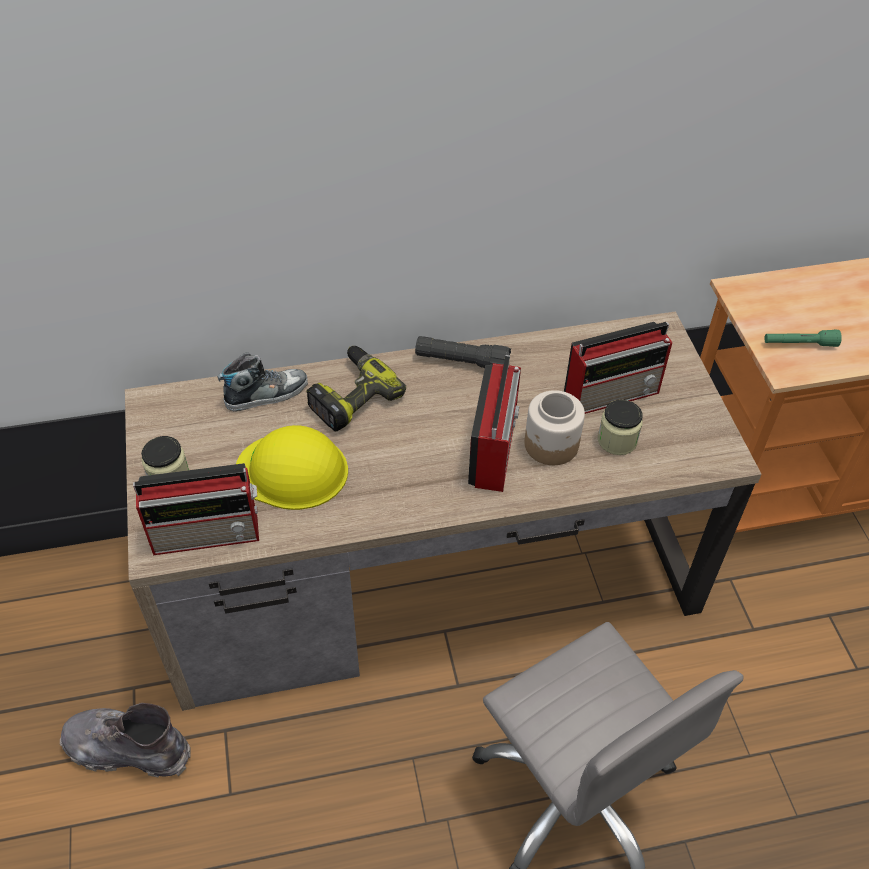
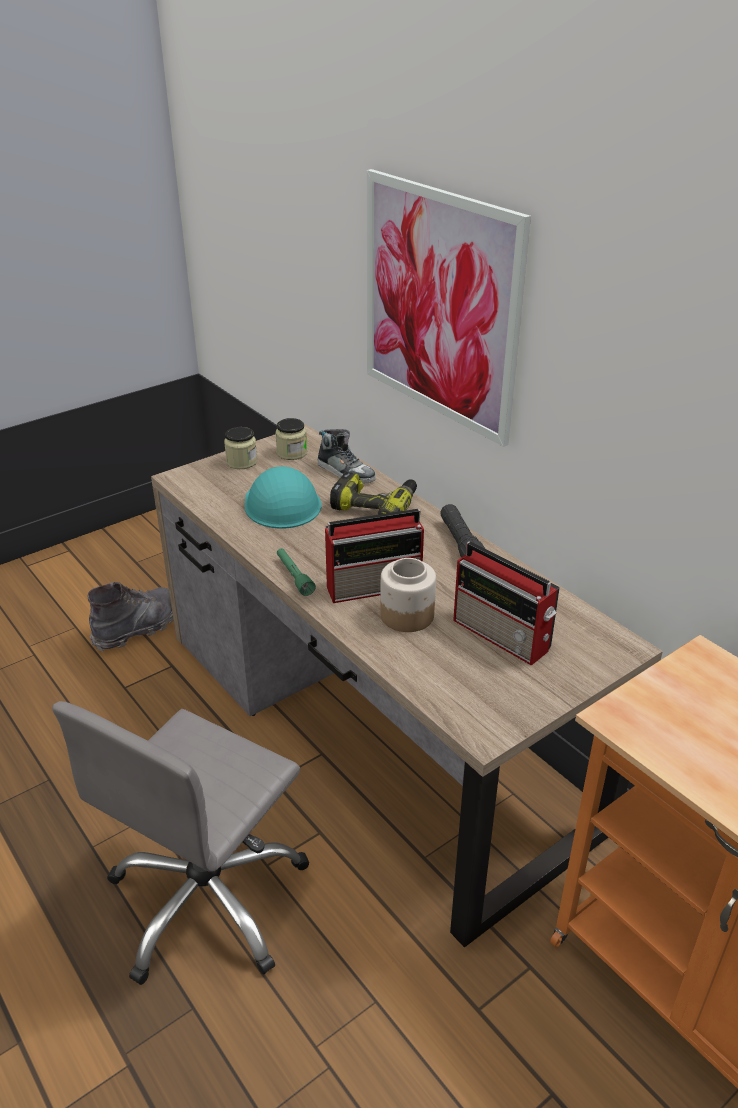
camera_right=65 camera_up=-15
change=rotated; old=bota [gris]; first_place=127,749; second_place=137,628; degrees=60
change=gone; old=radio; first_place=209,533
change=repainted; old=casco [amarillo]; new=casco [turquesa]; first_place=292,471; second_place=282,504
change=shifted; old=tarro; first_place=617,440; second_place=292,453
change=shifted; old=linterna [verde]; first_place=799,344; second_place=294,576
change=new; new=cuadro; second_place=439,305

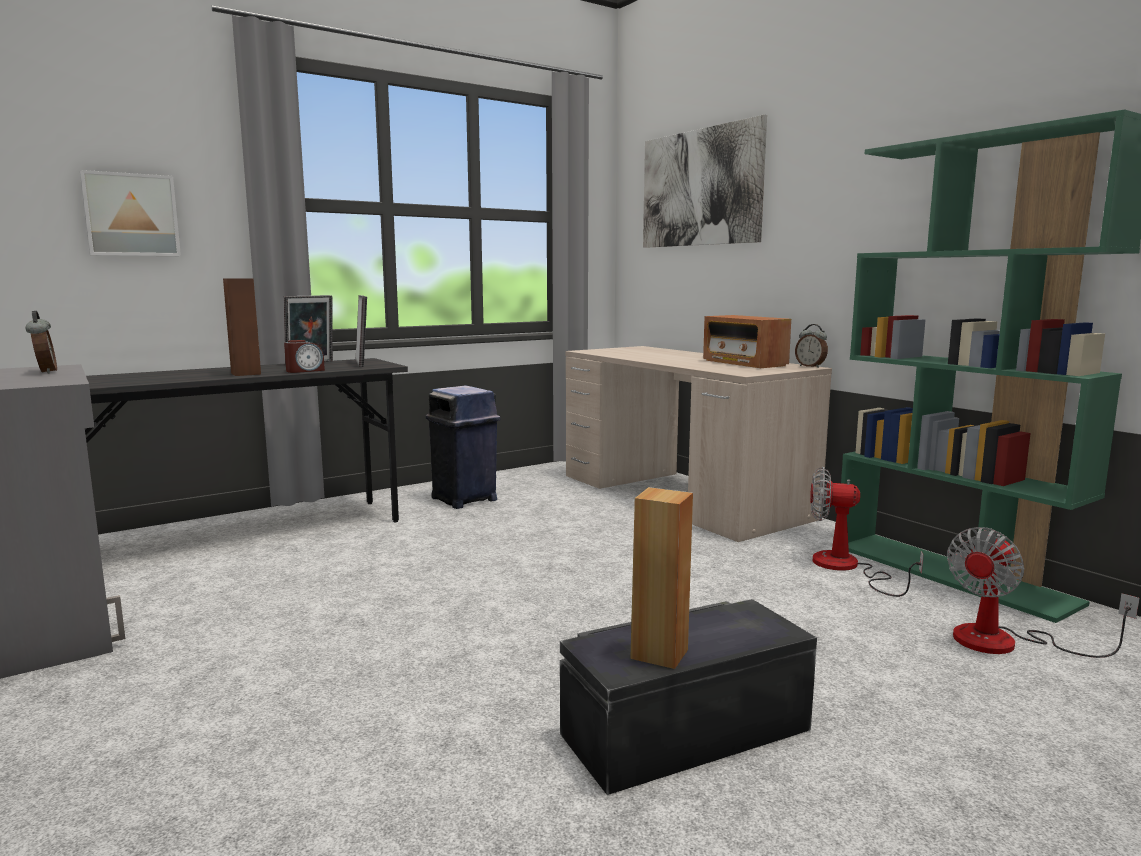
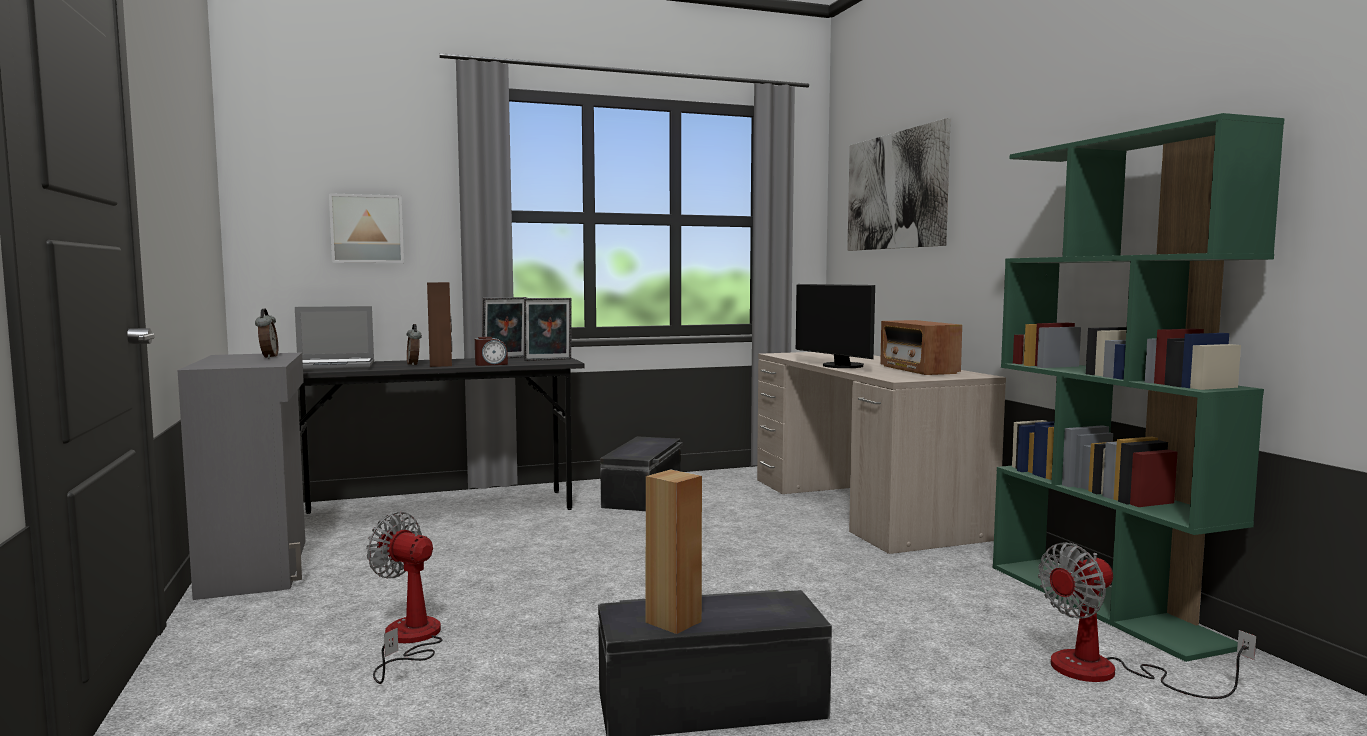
camera_right=15 camera_up=-5
change=rotated; old=portarretratos; first_place=363,364; second_place=548,360; degrees=75
change=swapped; old=papelera [azul]; new=caja de almacenaje [negro]; first_place=464,499; second_place=644,495
change=shifted; old=despertador; first_place=810,366; second_place=414,365
change=shifted; old=ventilador; first_place=847,568; second_place=409,641
change=new; new=portátil; second_place=334,367
change=new; new=monitor; second_place=839,366

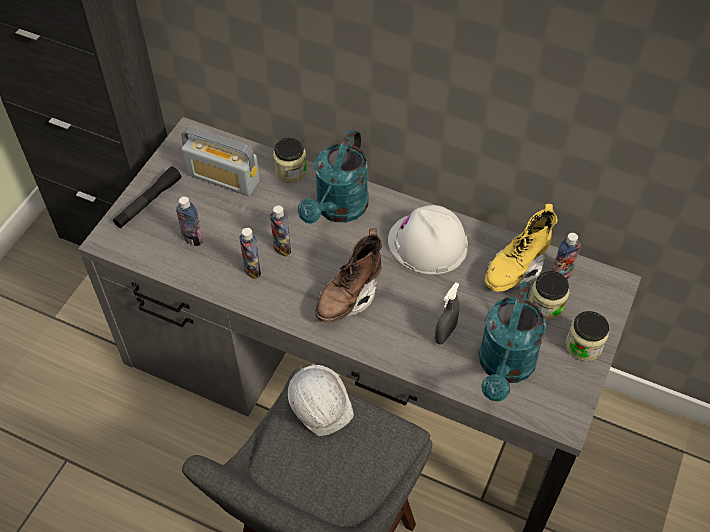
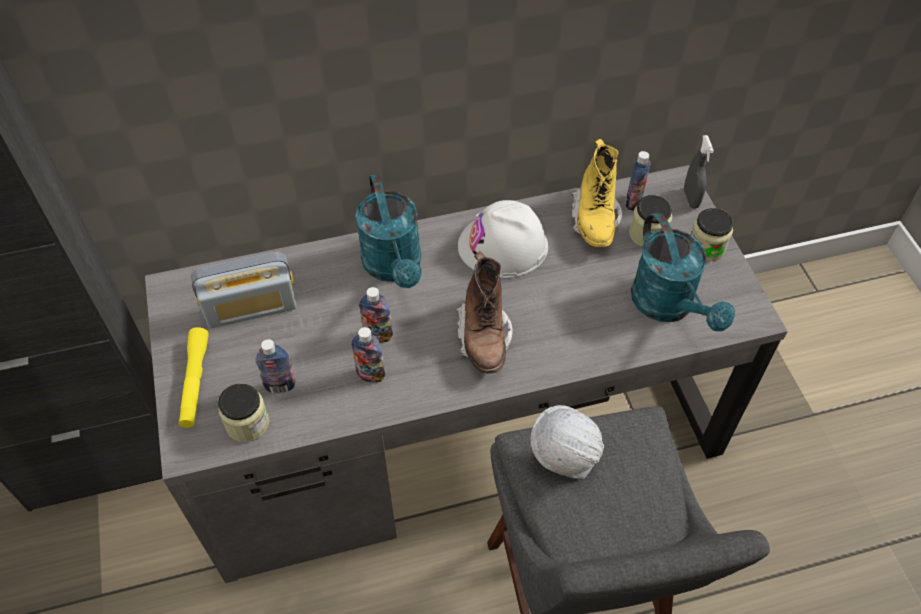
camera_right=-40 camera_up=0
change=repainted; old=linterna [negro]; new=linterna [amarillo]; first_place=148,202; second_place=195,382
change=shifted; old=tarro; first_place=290,171; second_place=247,423
change=shifted; old=pulverizador [gris]; first_place=445,334; second_place=691,198

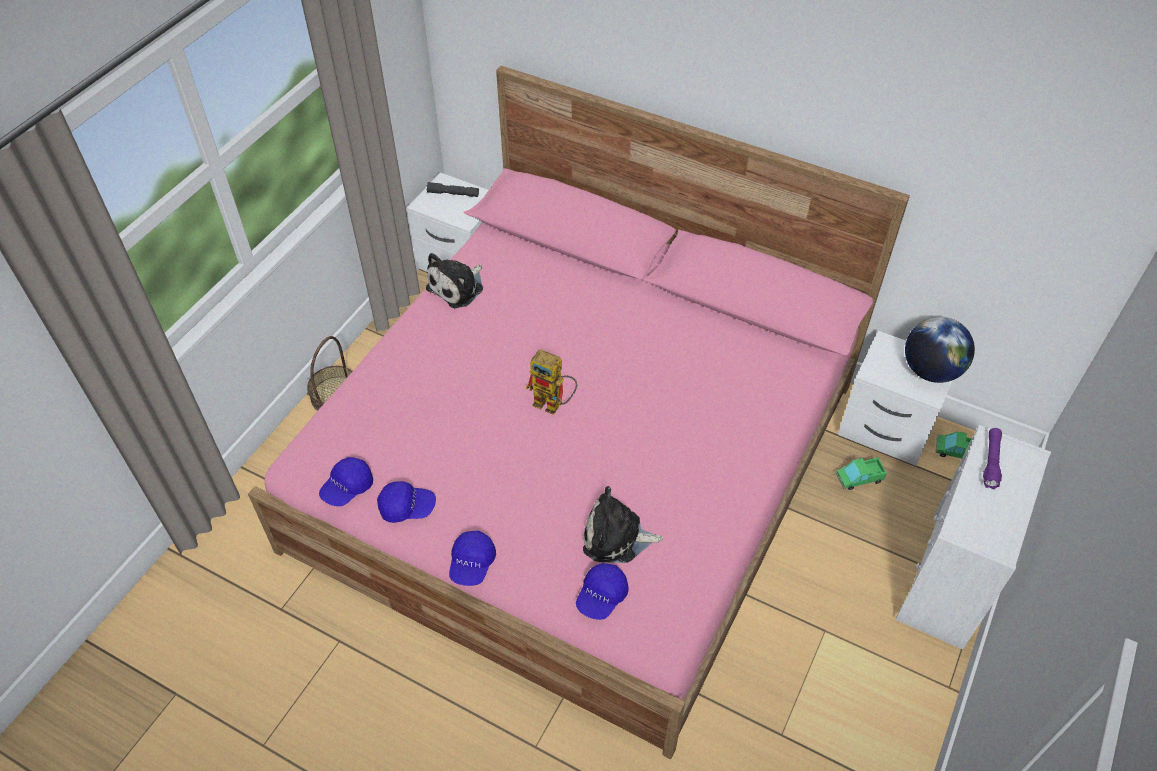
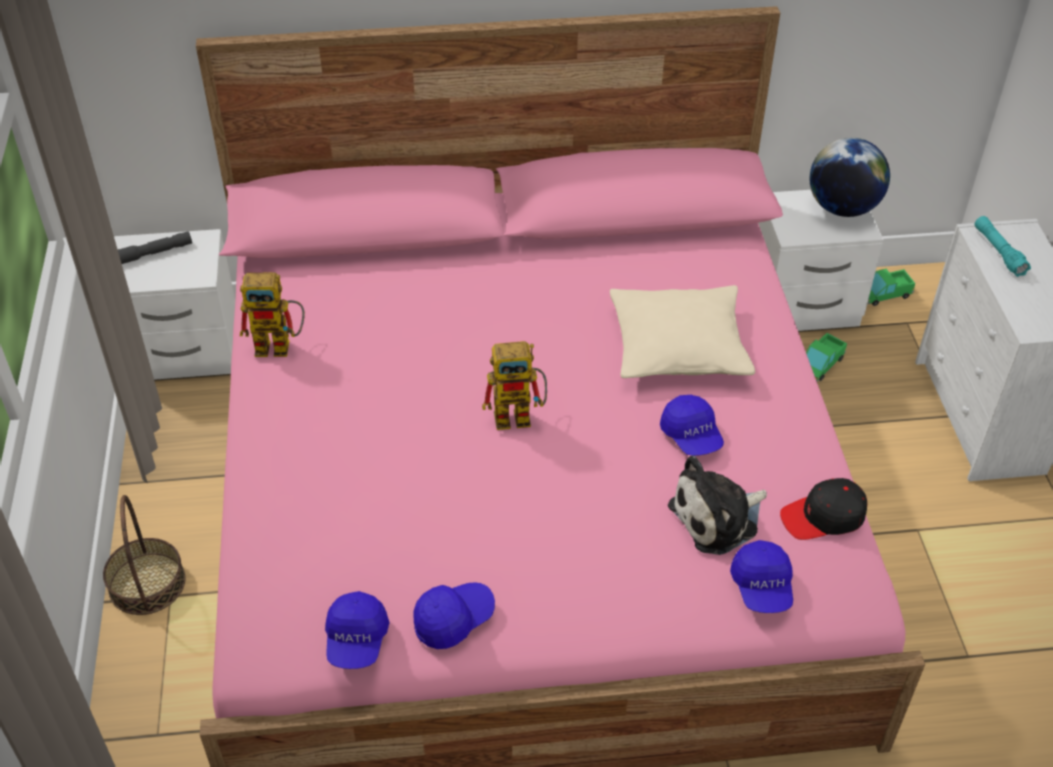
camera_right=-35 camera_up=-5
change=swapped; old=peluche; new=robot de juguete; first_place=458,287; second_place=281,345
change=shifted; old=gorra [azul]; first_place=472,564; second_place=691,436
change=repainted; old=linterna [morado]; new=linterna [turquesa]; first_place=991,461; second_place=998,252
change=new; new=cojín [beis]; second_place=678,347
change=new; new=gorra [negro]; second_place=823,517

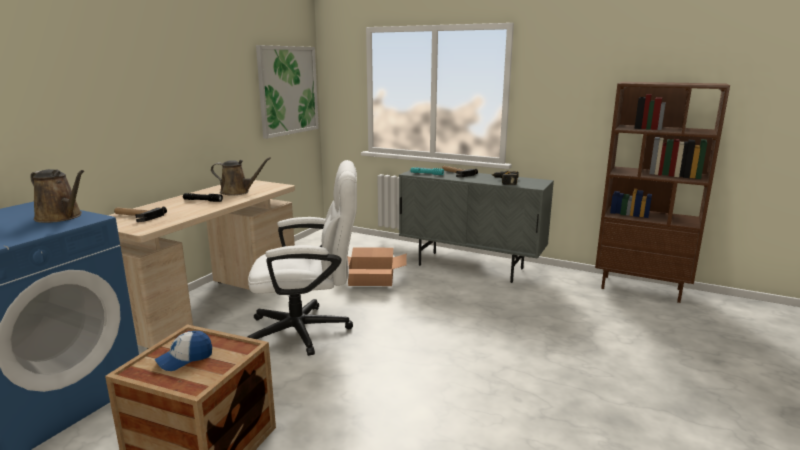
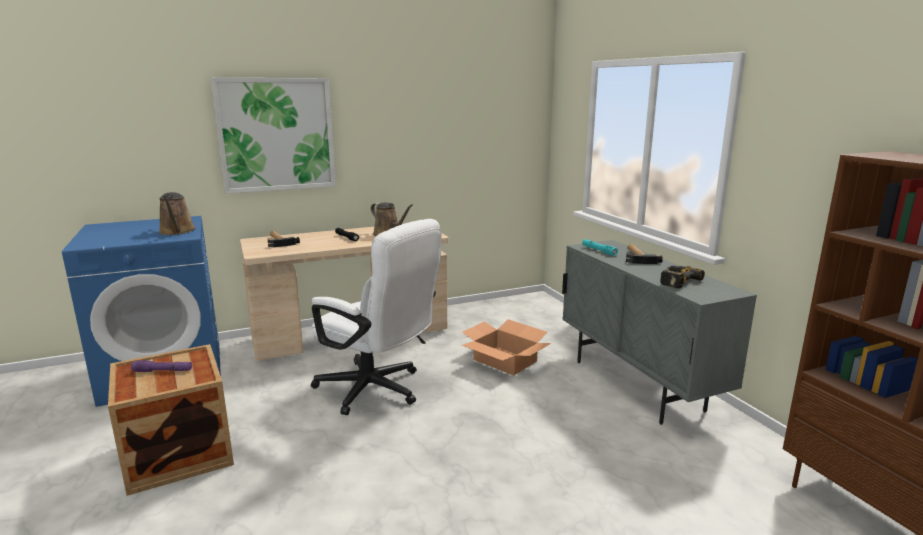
camera_right=40 camera_up=0
change=swapped; old=gorra; new=linterna [morado]; first_place=185,359; second_place=163,371
change=shifted; old=cuadro; first_place=288,90; second_place=276,135

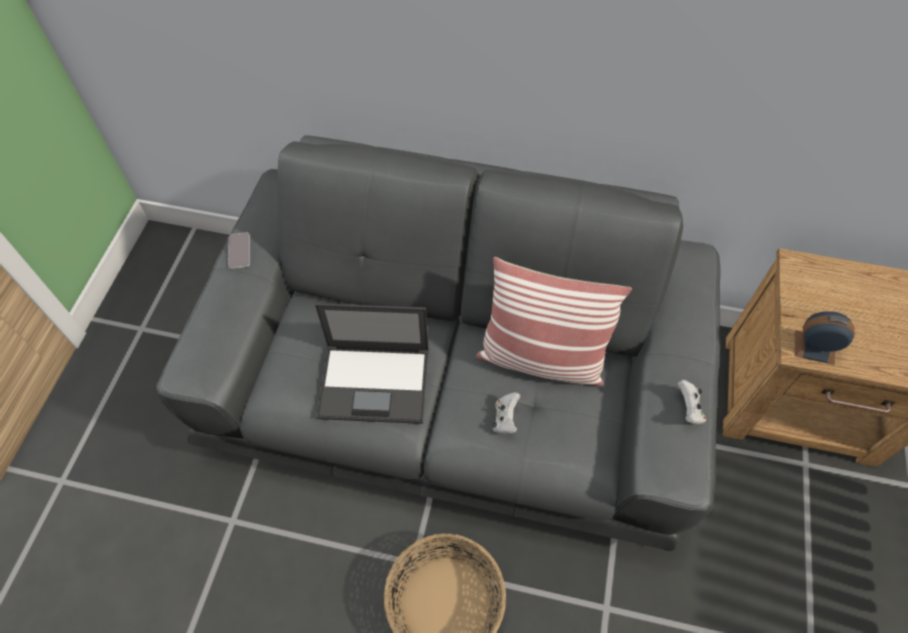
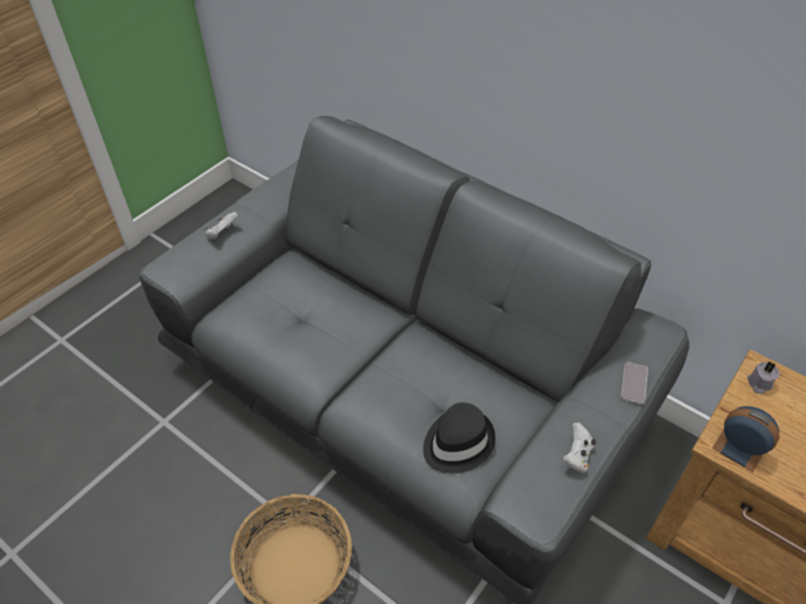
camera_right=25 camera_up=-10
change=shifted; old=móvil; first_place=239,251; second_place=634,383
change=gone; old=portátil; first_place=376,383
change=gone; old=cojín; first_place=541,358
change=shifted; old=mando de consola [blanco]; first_place=505,419; second_place=222,233
change=new; new=sombrero [negro]; second_place=457,442
change=new; new=vela [gris]; second_place=758,384

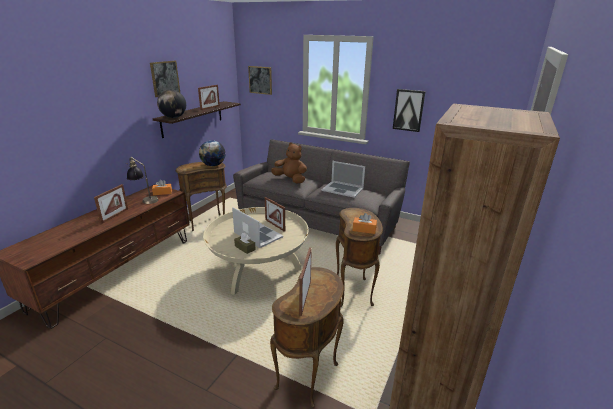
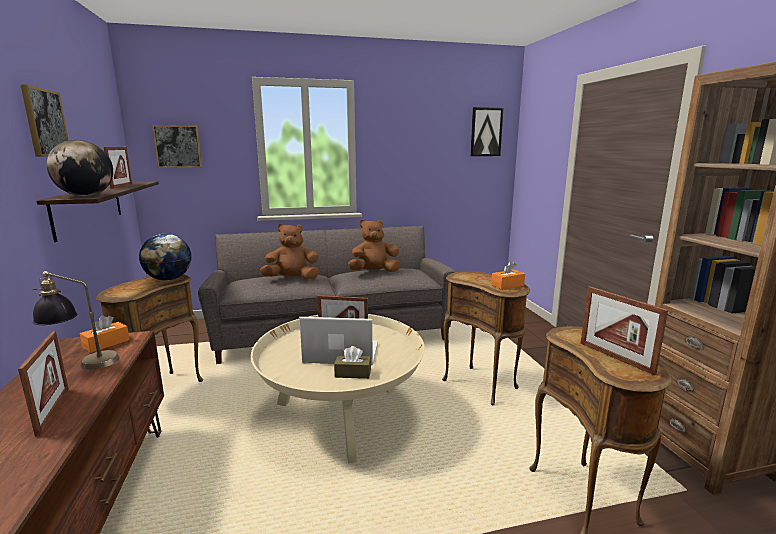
camera_right=-40 camera_up=-10
change=swapped; old=portátil; new=peluche [marrón]; first_place=342,189; second_place=374,272
change=shifted; old=cuadro; first_place=408,110; second_place=486,132

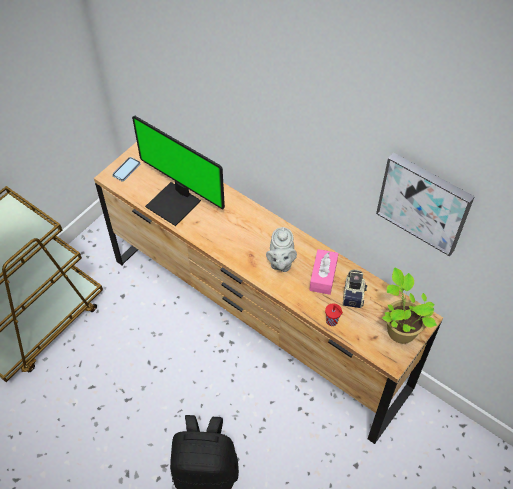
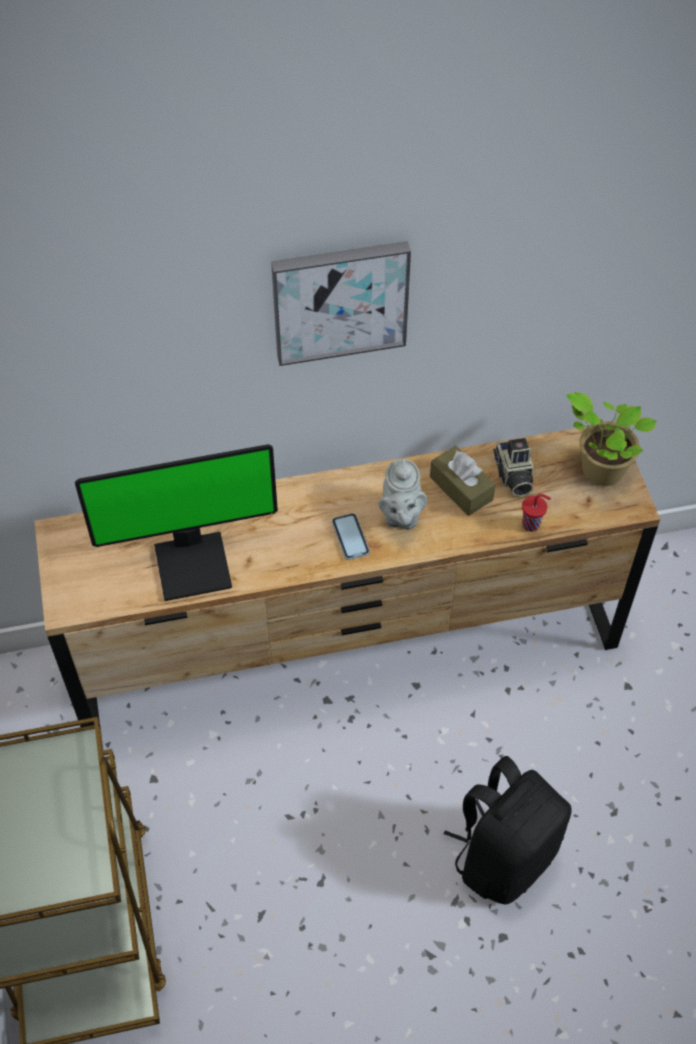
camera_right=-50 camera_up=0
change=shifted; old=móvil; first_place=126,170; second_place=350,537
change=rotated; old=tetera [gris]; first_place=280,262; second_place=401,516; degrees=45
change=repainted; old=caja de pañuelos [rosa]; new=caja de pañuelos [marrón]; first_place=323,276; second_place=461,488
change=rotated; old=cámara; first_place=354,293; second_place=513,476; degrees=-150
change=shifted; old=cuadro; first_place=424,202; second_place=340,300

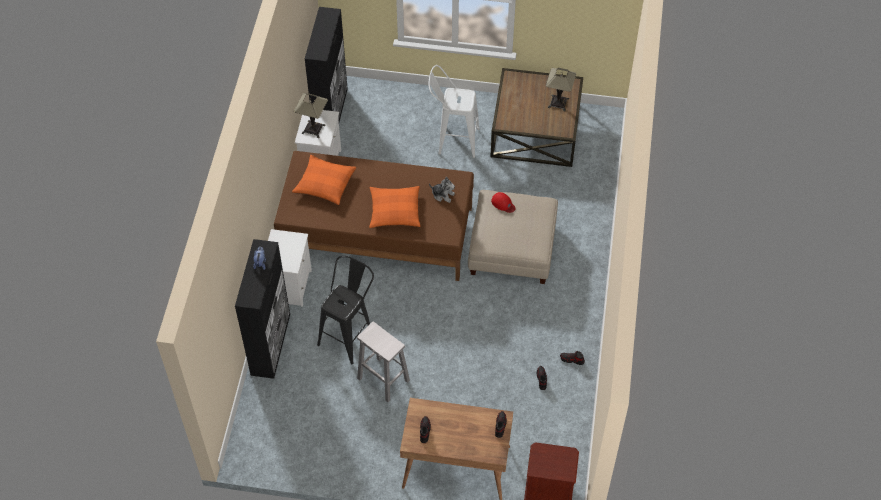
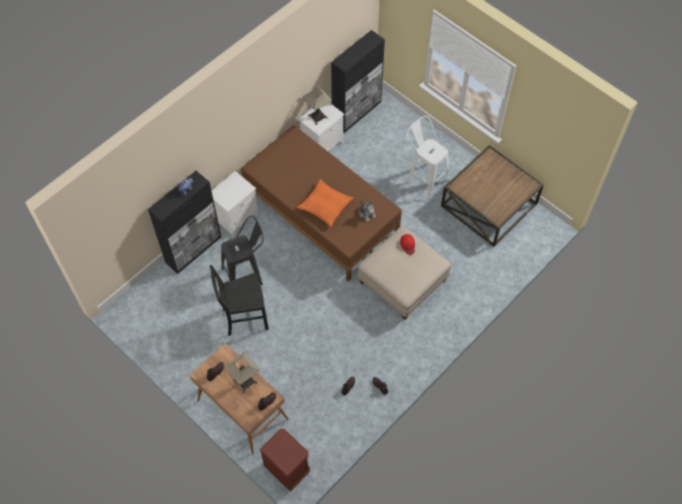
camera_right=35 camera_up=5
change=gone; old=cojín [naranja]; first_place=325,184
change=swapped; old=taburete [blanco]; new=silla [negro]; first_place=382,379; second_place=244,318
change=shifted; old=lámpara de mesa; first_place=558,103; second_place=245,381

